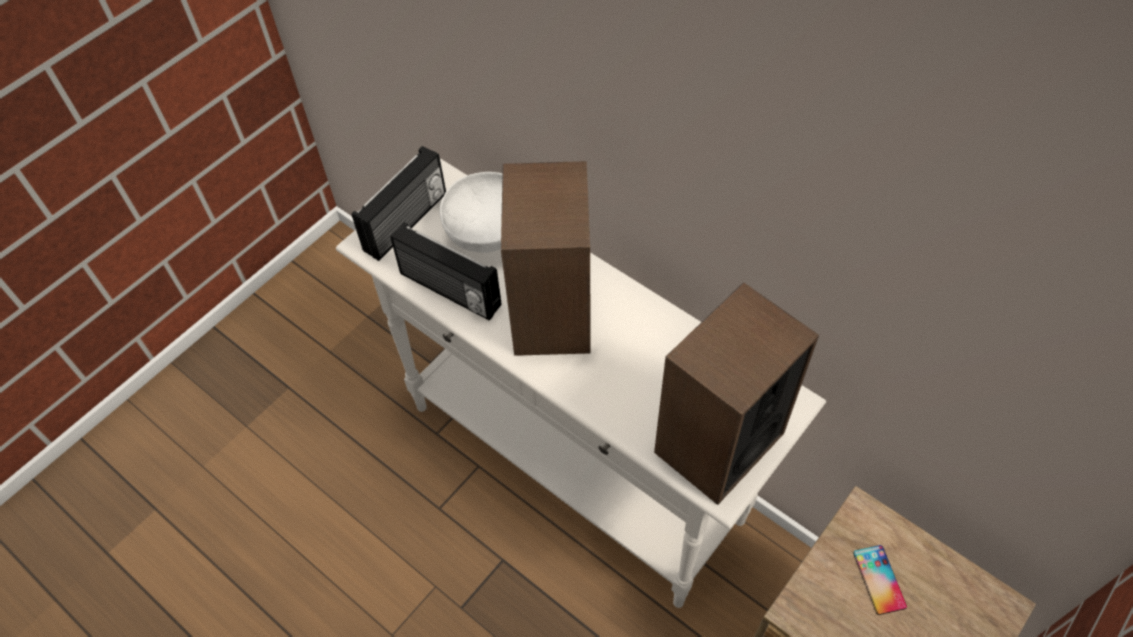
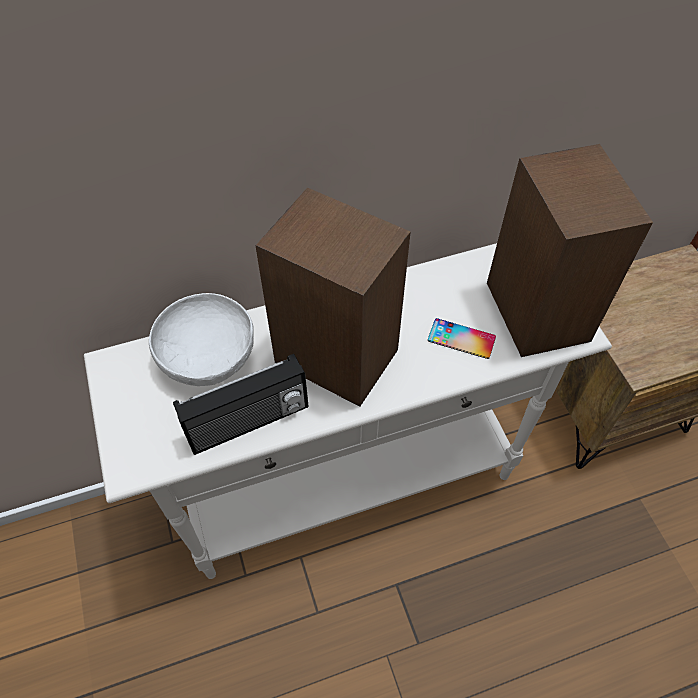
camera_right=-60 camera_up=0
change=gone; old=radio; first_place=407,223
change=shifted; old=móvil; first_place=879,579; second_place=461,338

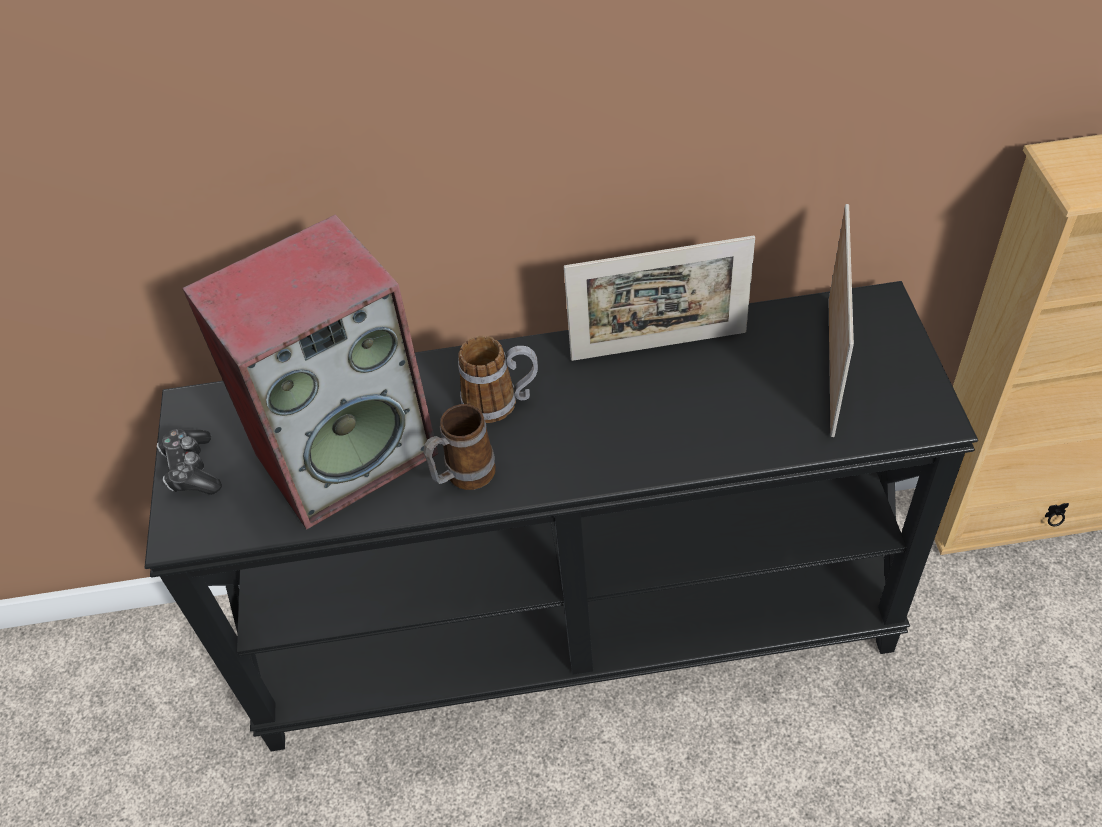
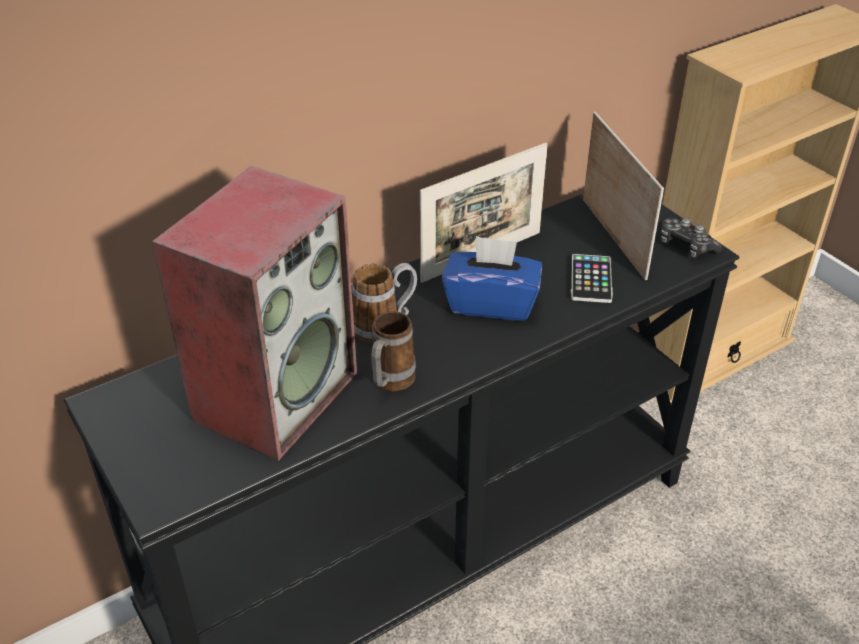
camera_right=-30 camera_up=-10
change=shifted; old=mando de consola; first_place=192,469; second_place=686,246
change=new; new=caja de pañuelos [azul]; second_place=491,303
change=new; new=móvil; second_place=591,279

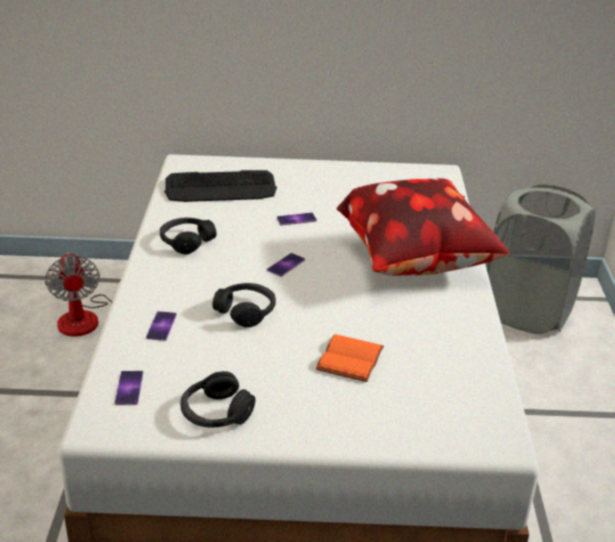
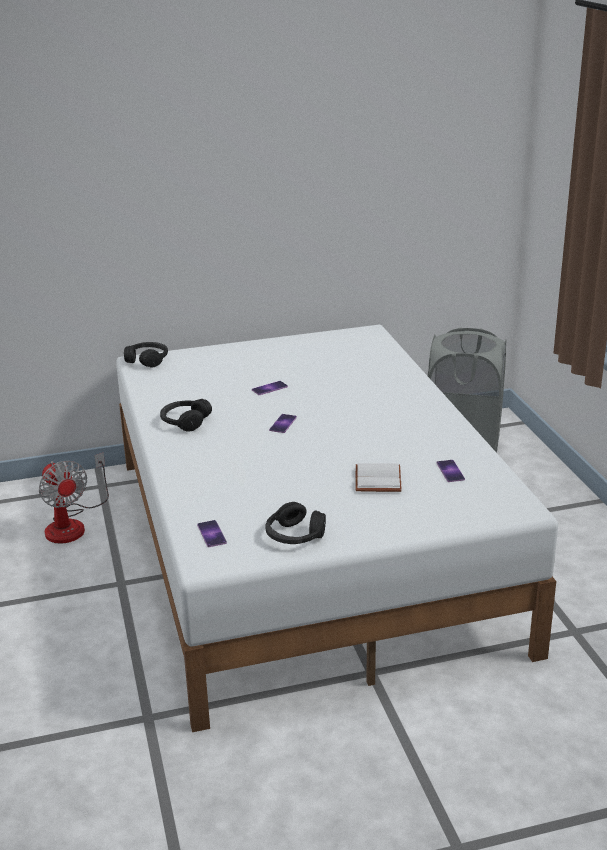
camera_right=-15 camera_up=-5
change=shifted; old=móvil; first_place=161,326; second_place=450,471
change=gone; old=teclado; first_place=221,188
change=shifted; old=auriculares [negro]; first_place=246,311; second_place=147,360
change=repainted; old=libro [naranja]; new=libro [blanco]; first_place=348,358; second_place=376,479
change=gone; old=cojín; first_place=417,264

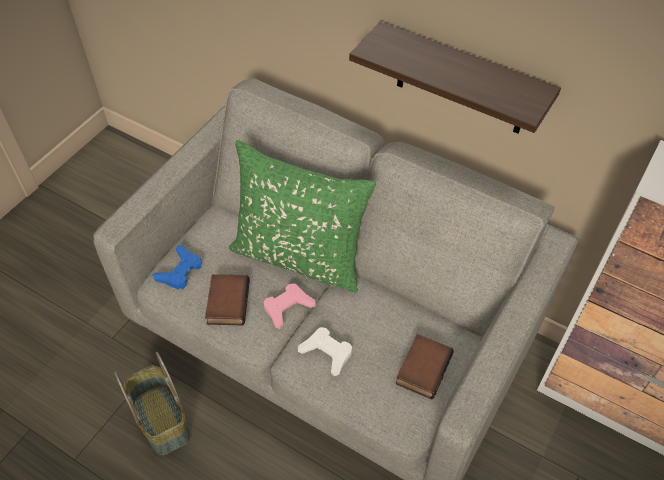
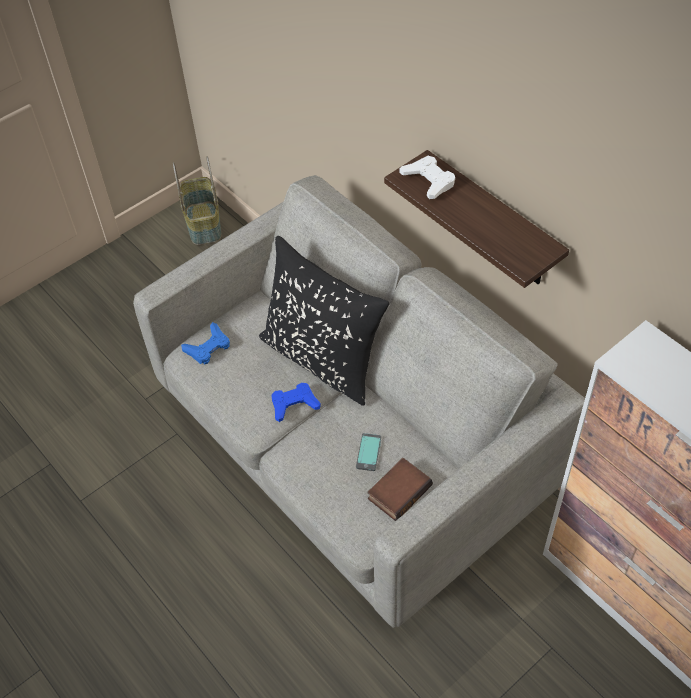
camera_right=20 camera_up=0
change=shifted; old=cesta; first_place=163,419; second_place=204,223
change=gone; old=libro; first_place=226,302
change=repainted; old=cojín [verde]; new=cojín [negro]; first_place=299,256; second_place=323,359
change=repainted; old=mando de consola [rosa]; new=mando de consola [azul]; first_place=287,307; second_place=294,404
change=shifted; old=mando de consola [blanco]; first_place=327,353; second_place=429,181
change=new; new=móvil; second_place=369,452

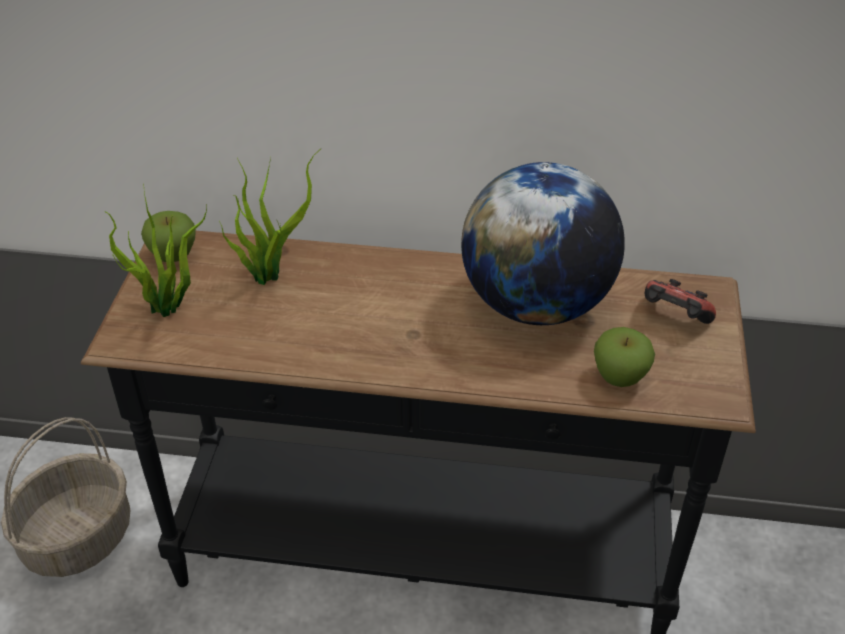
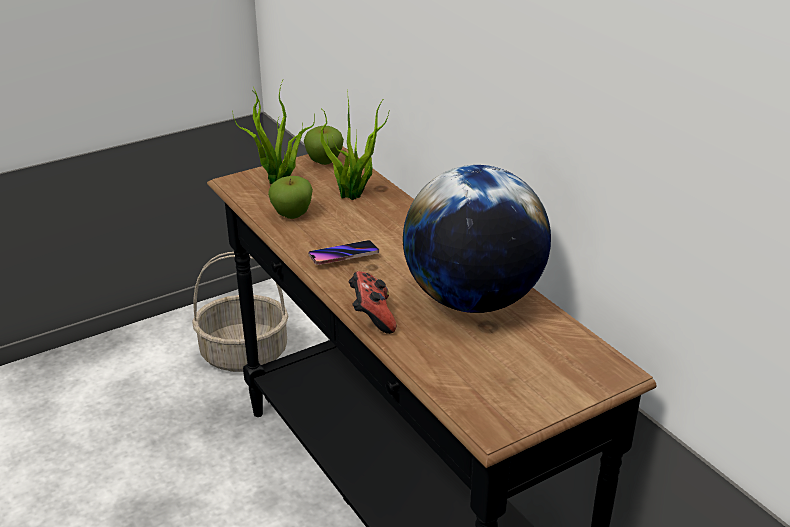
camera_right=50 camera_up=-10
change=shifted; old=manzana; first_place=619,377; second_place=292,215
change=shifted; old=mando de consola; first_place=673,319; second_place=372,317
change=new; new=móvil; second_place=343,256

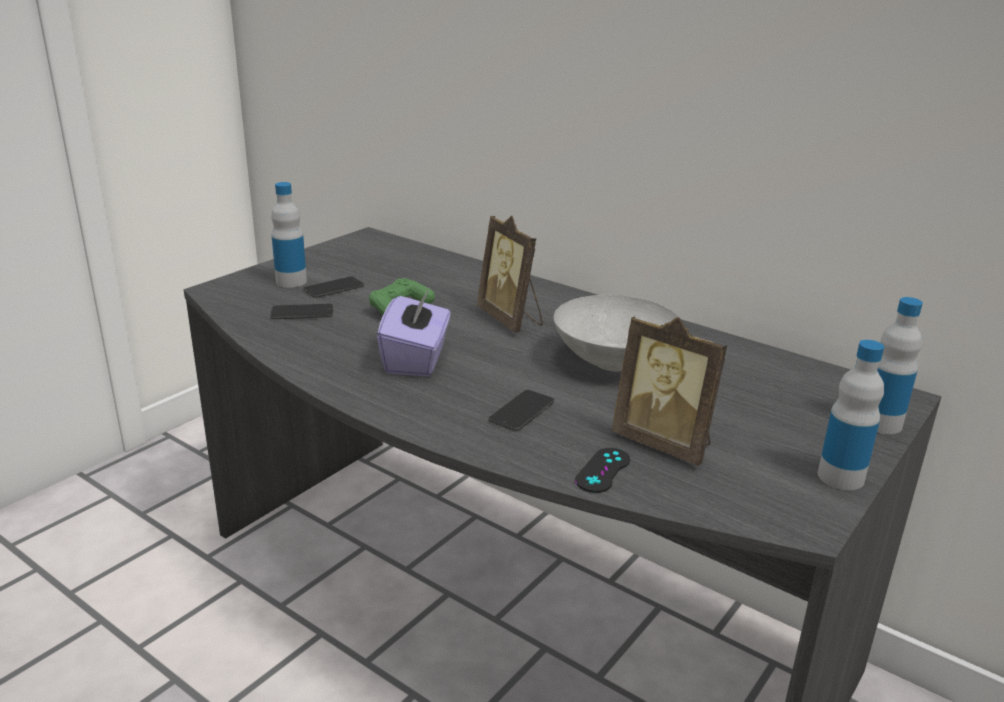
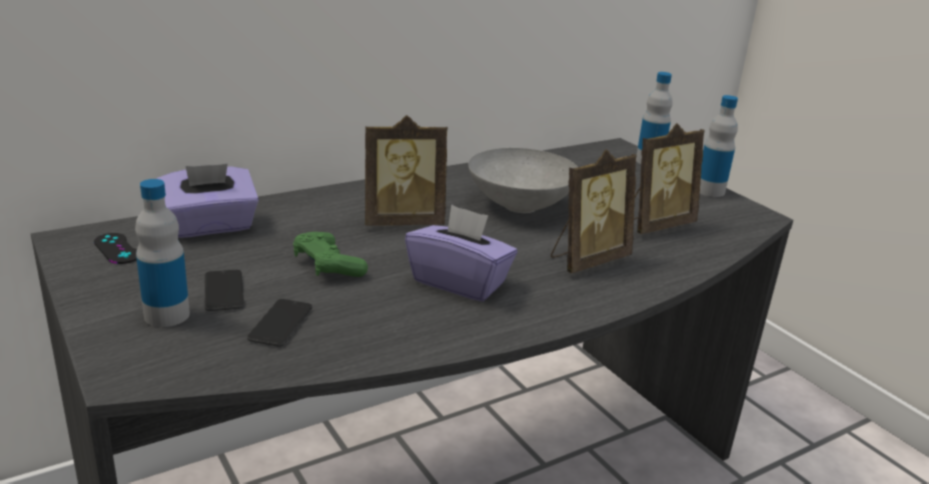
camera_right=-70 camera_up=0
change=swapped; old=móvil; new=portarretratos; first_place=522,411; second_place=587,260
change=shifted; old=mando de consola [negro]; first_place=603,470; second_place=117,249
change=new; new=caja de pañuelos [morado]; second_place=210,226

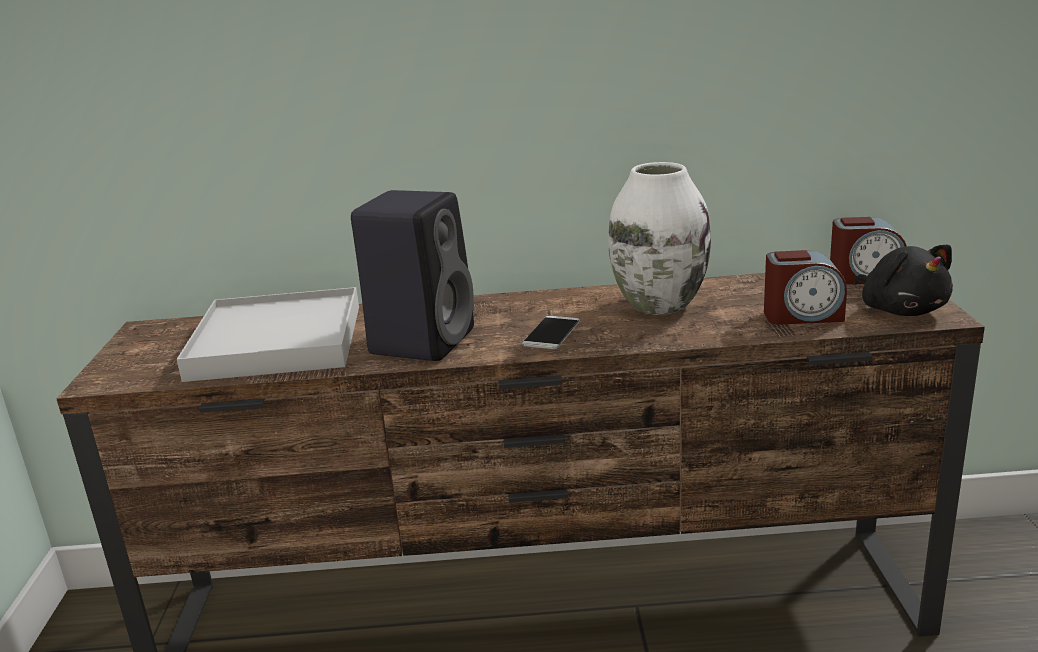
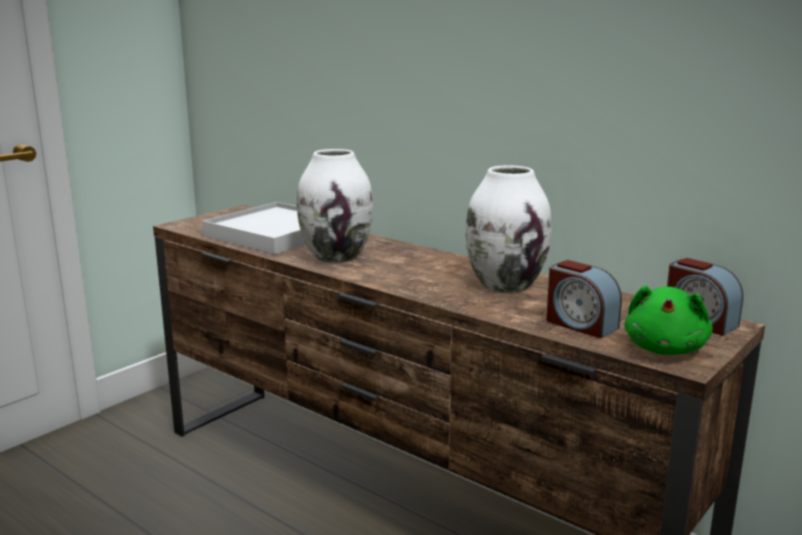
camera_right=40 camera_up=-5
change=swapped; old=altavoz [negro]; new=florero [blanco]; first_place=423,340; second_place=336,256
change=gone; old=móvil; first_place=551,333
change=repainted; old=peluche [negro]; new=peluche [verde]; first_place=901,310; second_place=665,349

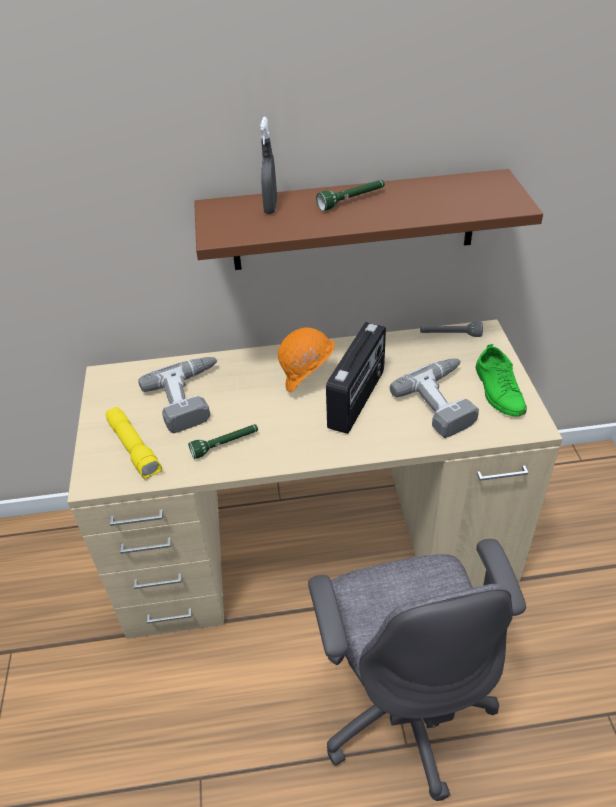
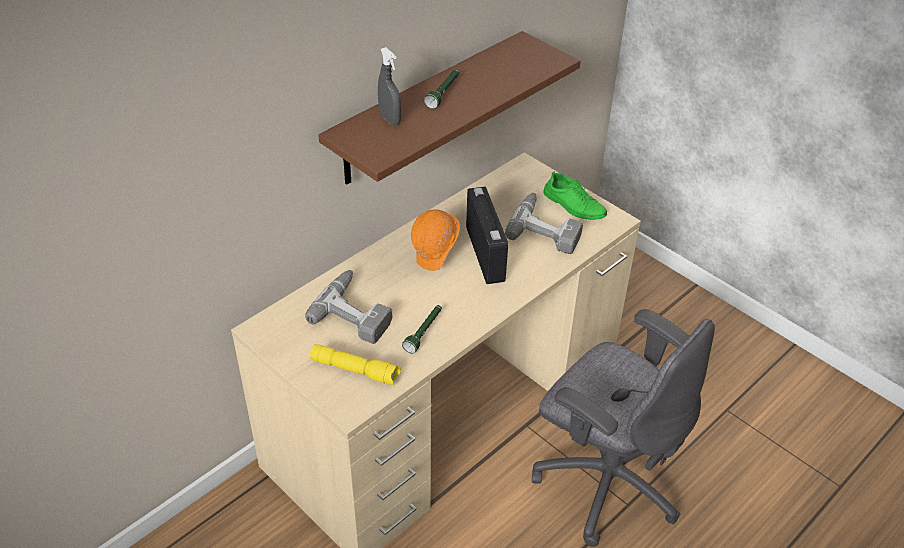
camera_right=-40 camera_up=0
change=gone; old=linterna [gris]; first_place=450,335

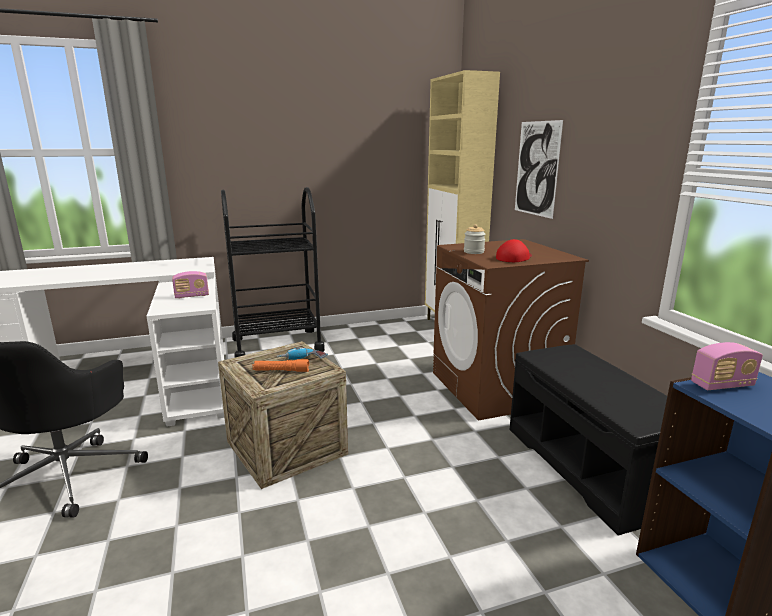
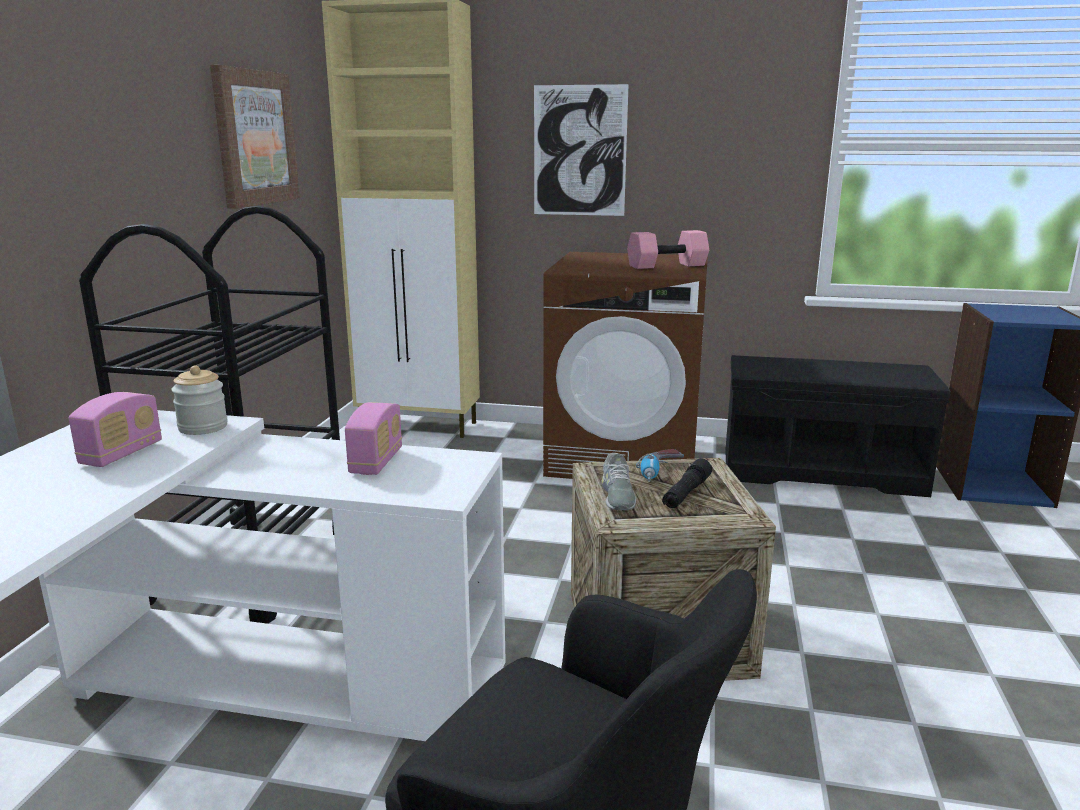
camera_right=-60 camera_up=0
change=repainted; old=linterna [naranja]; new=linterna [negro]; first_place=281,371; second_place=686,493
change=shifted; old=tarro; first_place=473,252; second_place=203,427
change=swapped; old=gorra [rojo]; new=mancuerna [rosa]; first_place=514,257; second_place=666,266
change=shifted; old=radio; first_place=722,385; second_place=122,454
change=new; new=cuadro; second_place=254,138
change=new; new=zapato [gris]; second_place=617,495

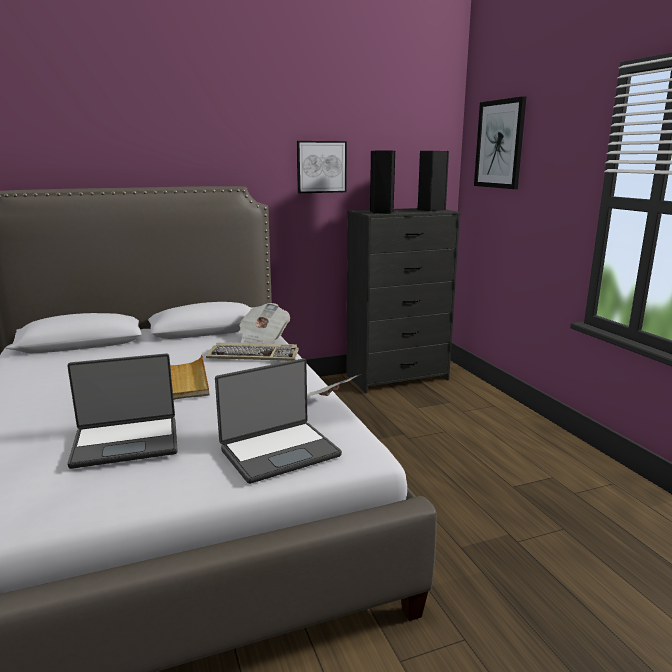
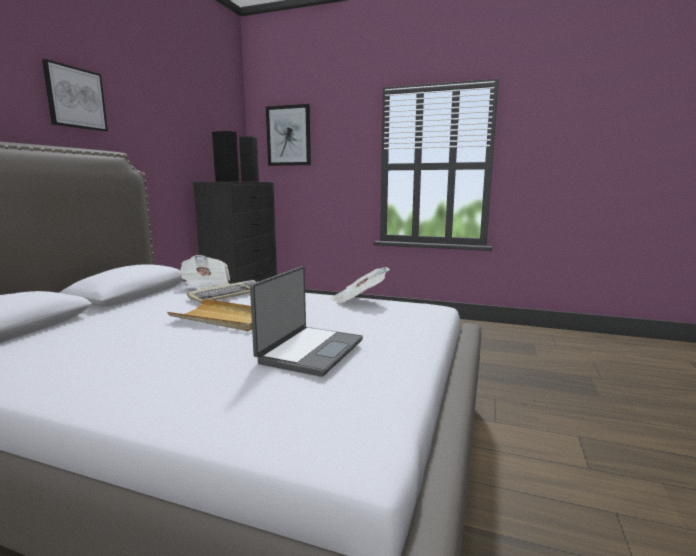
camera_right=-50 camera_up=-5
change=gone; old=portátil; first_place=279,451
change=shifted; old=cuadro; first_place=321,167; second_place=75,98

